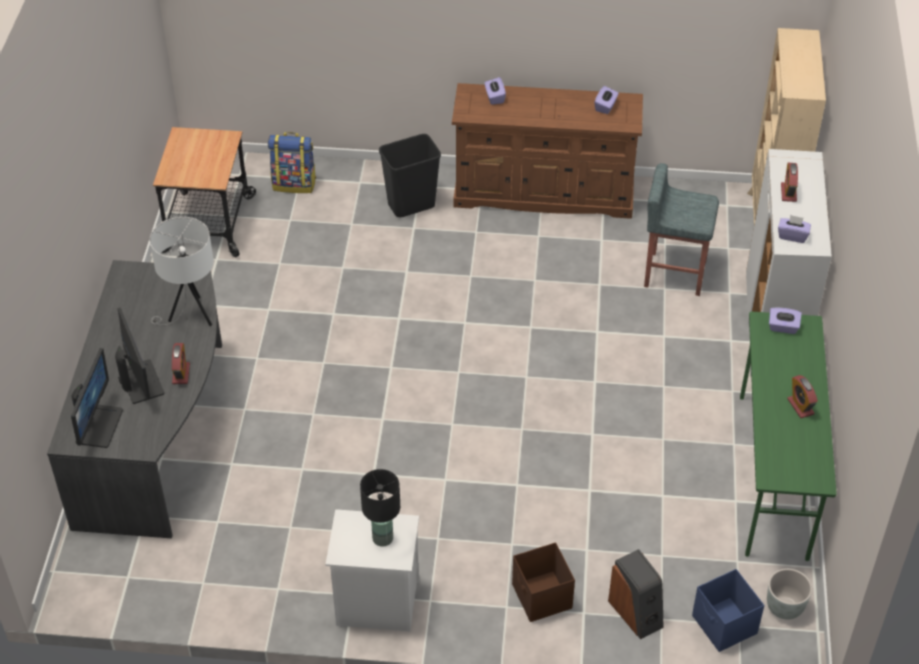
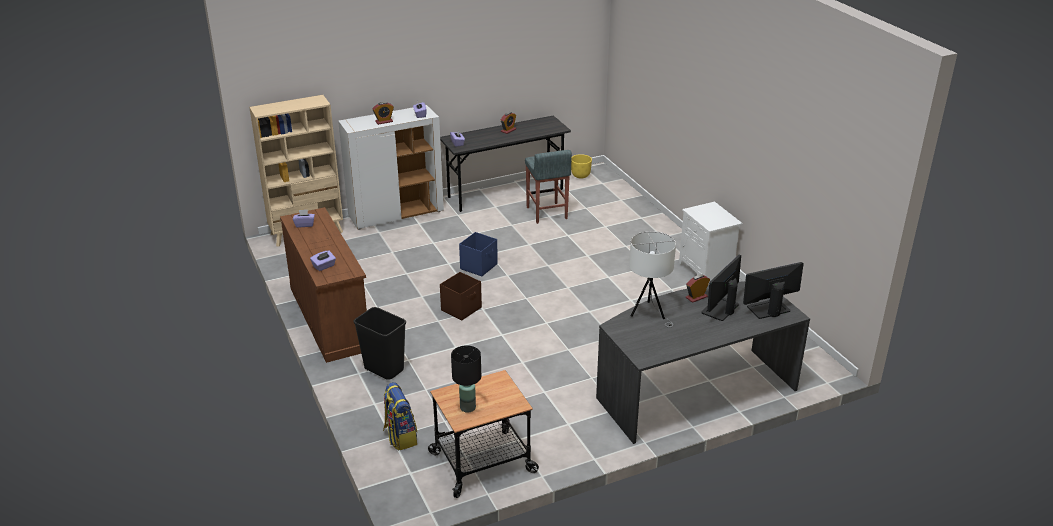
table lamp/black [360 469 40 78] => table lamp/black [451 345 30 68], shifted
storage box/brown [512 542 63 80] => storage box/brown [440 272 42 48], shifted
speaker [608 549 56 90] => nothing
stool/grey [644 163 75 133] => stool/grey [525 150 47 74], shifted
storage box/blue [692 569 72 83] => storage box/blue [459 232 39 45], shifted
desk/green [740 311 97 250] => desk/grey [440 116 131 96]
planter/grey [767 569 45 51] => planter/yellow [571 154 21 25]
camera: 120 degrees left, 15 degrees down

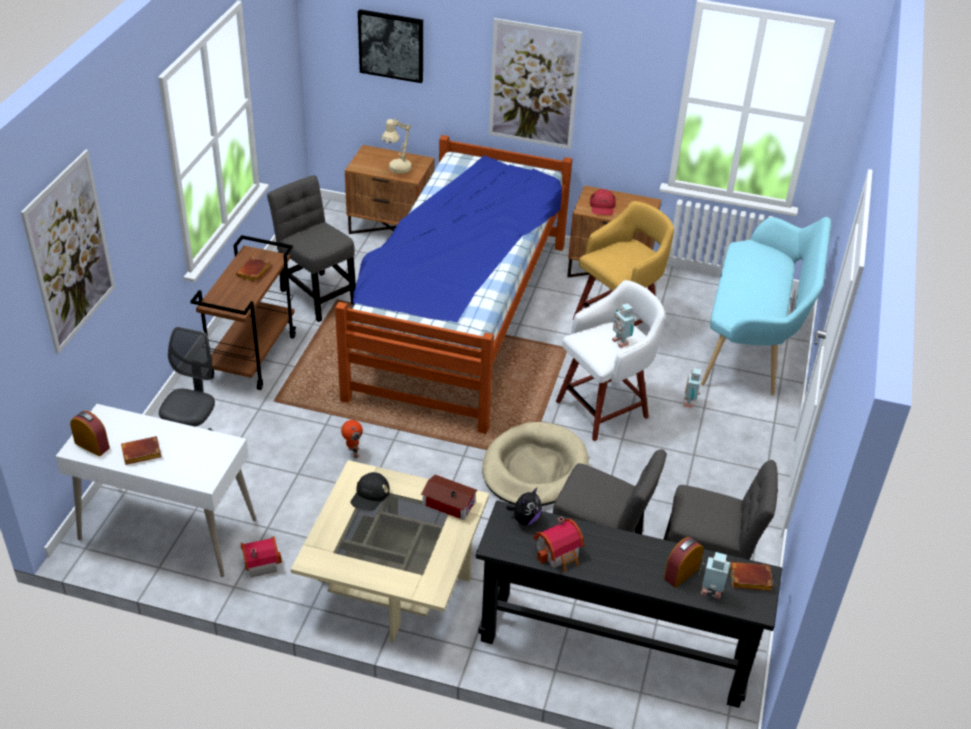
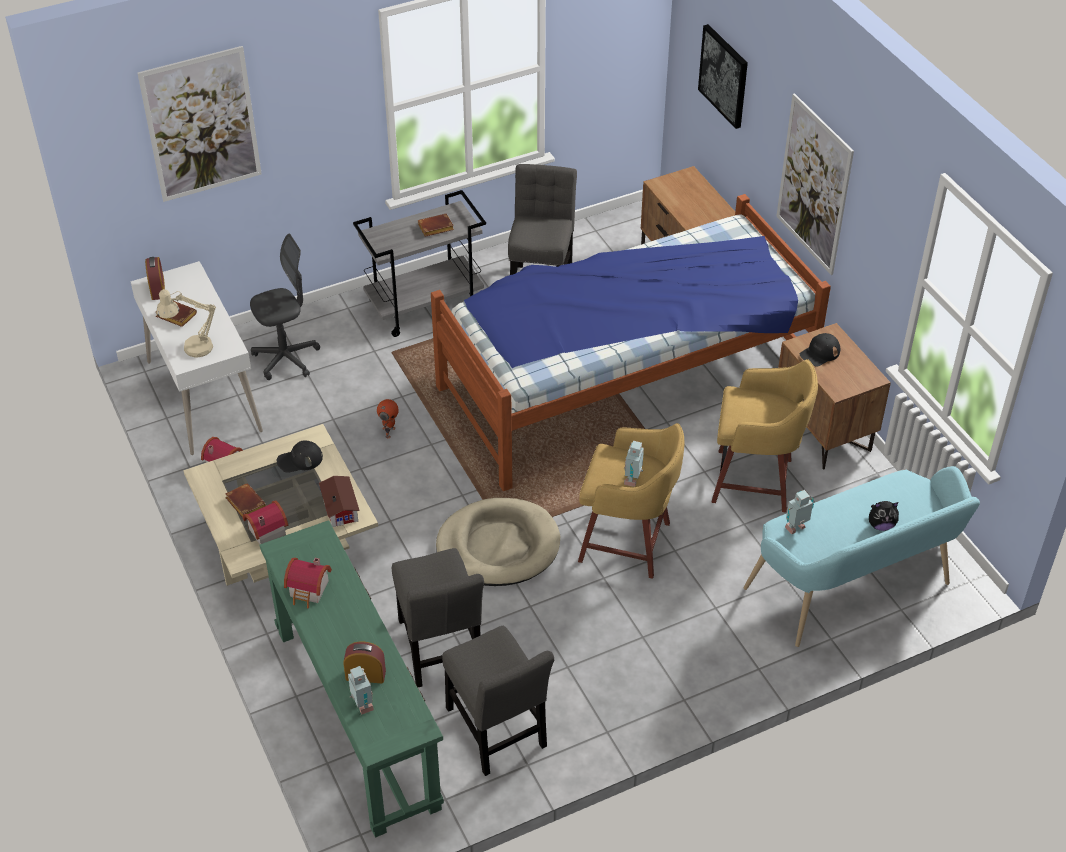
cart/brown [190 235 106 155] => cart/grey [353 190 133 147]
table lamp/beige [382 118 30 56] => table lamp/beige [156 289 60 69], shifted
console table/black [476 500 306 208] => console table/green [260 520 184 318]
plush toy [506 488 36 37] => plush toy [869 501 30 30], shifted
stool/white [556 280 109 161] => stool/yellow [578 423 106 156]
cap/red [590 189 26 26] => cap/black [800 333 40 33]
toy robot [683 368 18 40] => toy robot [785 490 29 44], shifted
book/brown [730 562 43 29] => book/brown [225 483 41 35], shifted
nothing => toy house [243 500 46 44]
camera: 50 degrees right, 5 degrees up

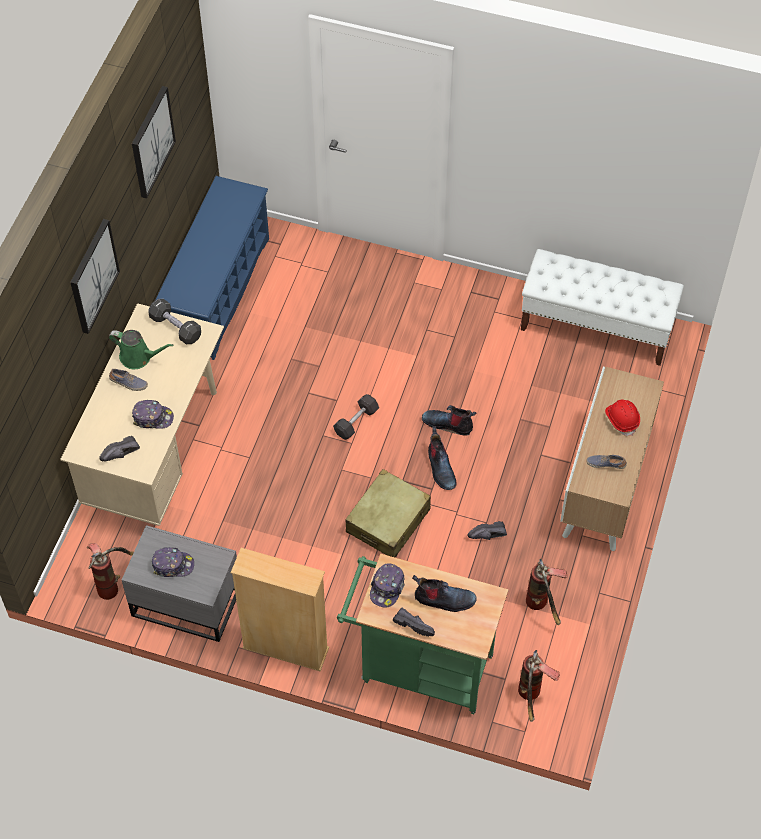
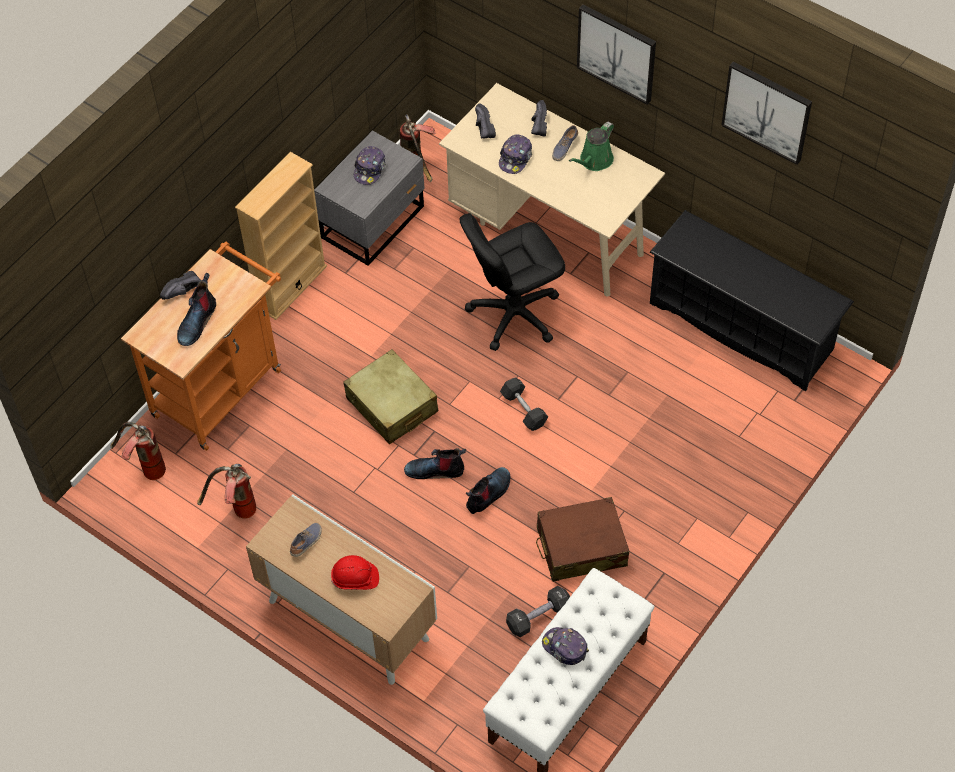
dumbbell/black [148 299 53 45] => dumbbell/black [506 586 64 51], shifted
shoe rack/blue [155 176 114 184] => shoe rack/black [649 210 205 181]
cart/green [337 554 171 160] => cart/orange [121 242 160 209]
cap [370 563 35 45] => cap [542 627 47 38], shifted
shoe/black [467 521 40 19] => shoe/black [531 100 16 36], shifted
nothing => office chair/black [459 213 106 138]
nothing => suitcase/brown [536 497 93 85]
camera: 110 degrees right, 0 degrees up

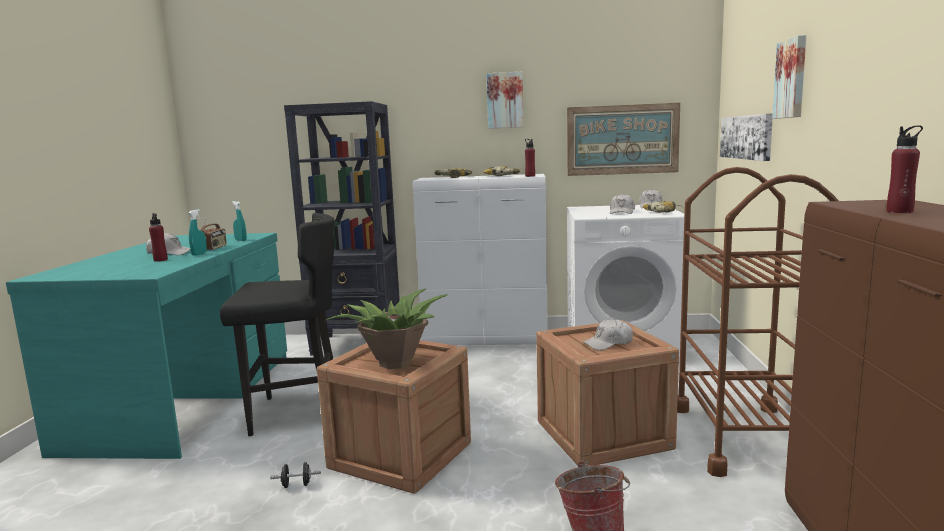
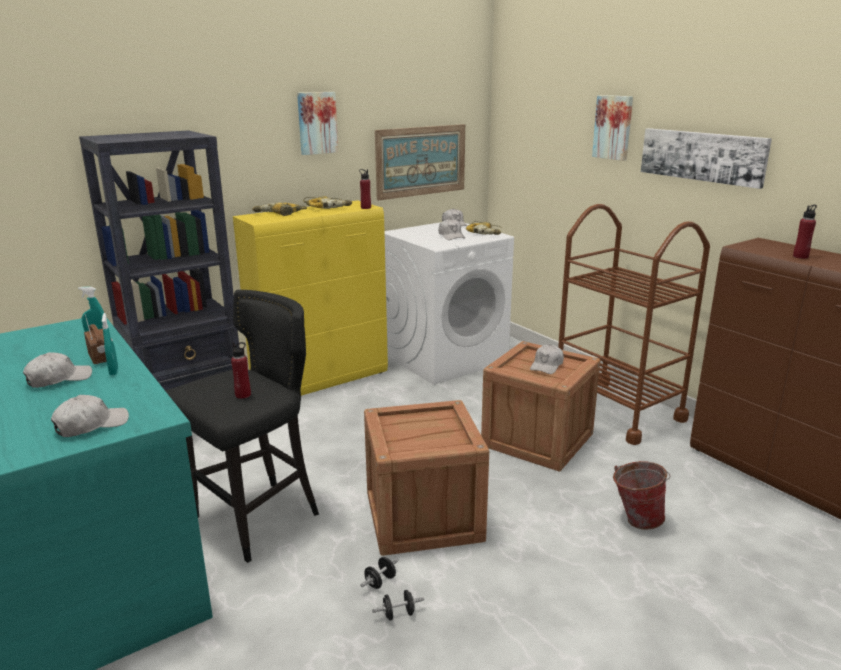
bottle/red [149 213 19 49] => bottle/red [231 342 20 57], shifted
potted plant [324 288 124 81] => nothing
cabinet/white [413 174 135 171] => cabinet/yellow [233 200 155 196]
picture [720 113 53 48] => picture [641 128 131 61], shifted
nothing => cap/white [51 395 78 42]
nothing => dumbbell/black [372 590 52 31]
camera: 40 degrees left, 10 degrees up

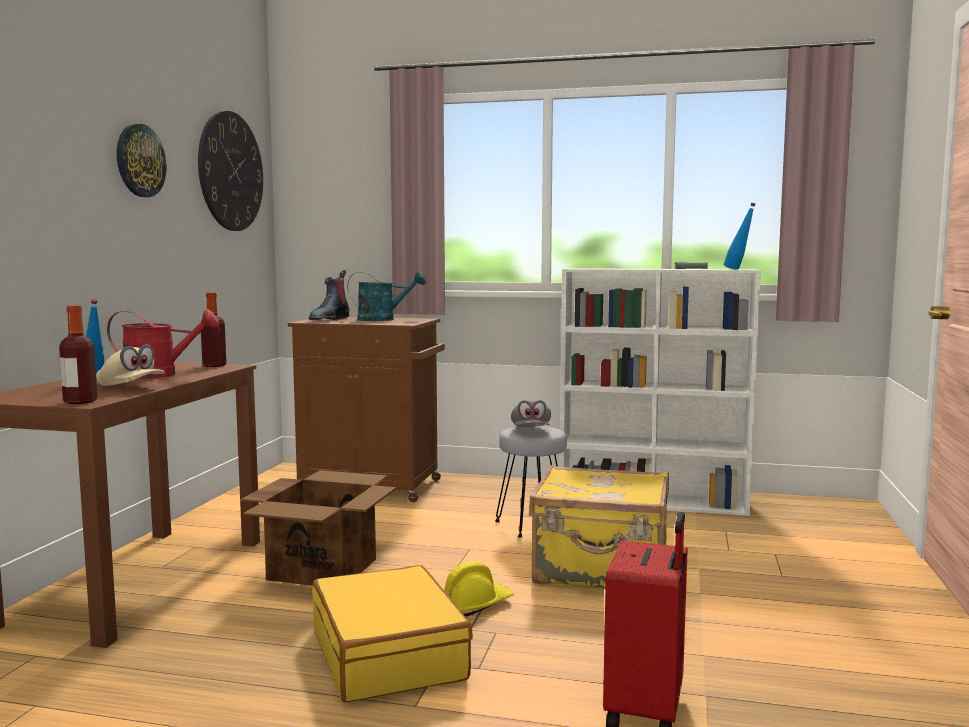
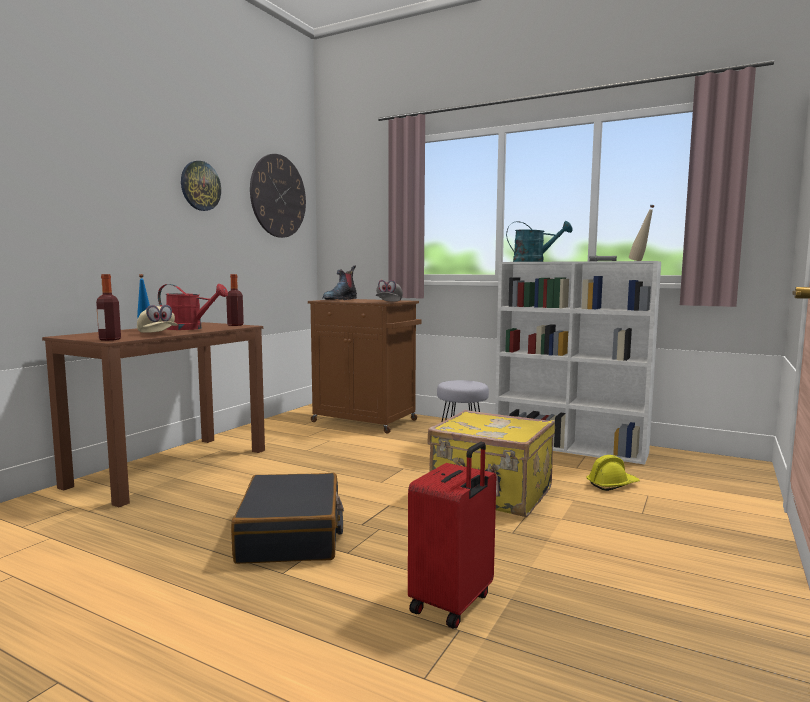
cardboard box [241 470 155 116] => nothing
suitcase/yellow [312 565 161 137] => suitcase/black [231 473 113 91]
watering can/turquoise [348 271 78 50] => watering can/turquoise [506 221 66 41], shifted
hard hat/yellow [444 561 70 56] => hard hat/yellow [586 455 54 36], shifted
cap/grey [511 400 40 27] => cap/grey [376 280 27 22], shifted
bottle/blue [723 203 33 67] => bottle/beige [629 205 26 56]
camera: 15 degrees right, 0 degrees up

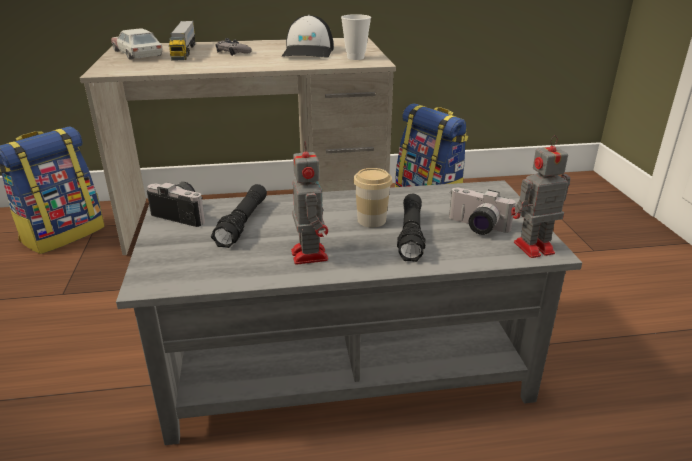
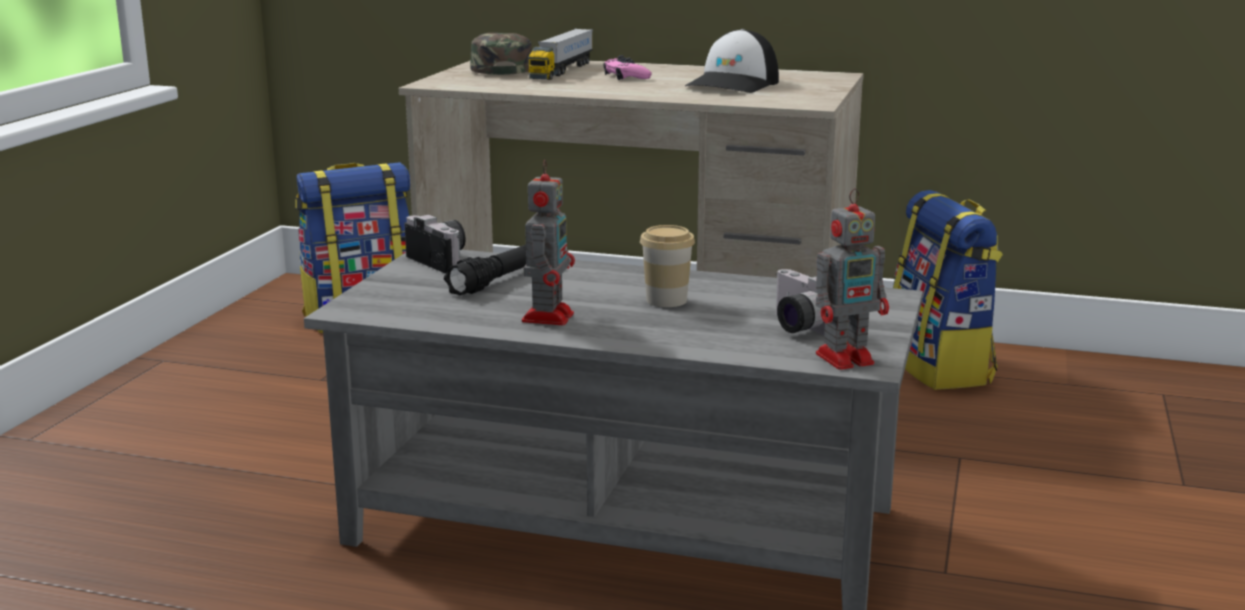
toy car [111 28 52 32] => cap/green [470 33 62 42]
game controller/grey [215 38 37 18] => game controller/pink [603 55 49 25]
cup [341 14 30 46] => nothing
flashlight/black [397 194 28 68] => nothing
toy robot [511 135 59 123] => toy robot [816 188 73 182], 150 degrees clockwise
camera: 25 degrees right, 10 degrees down

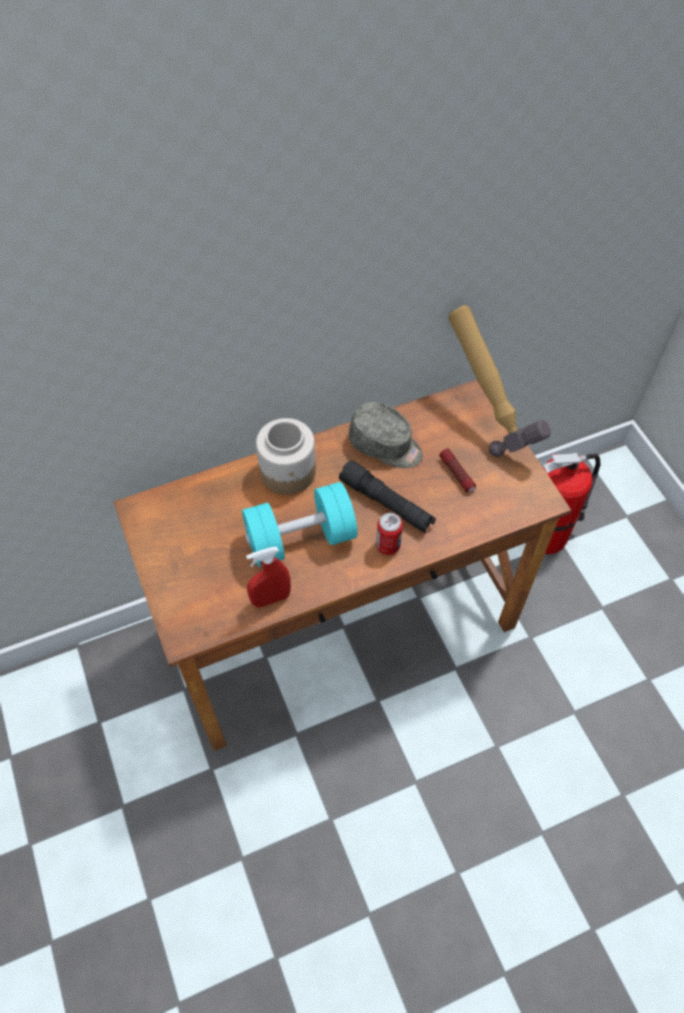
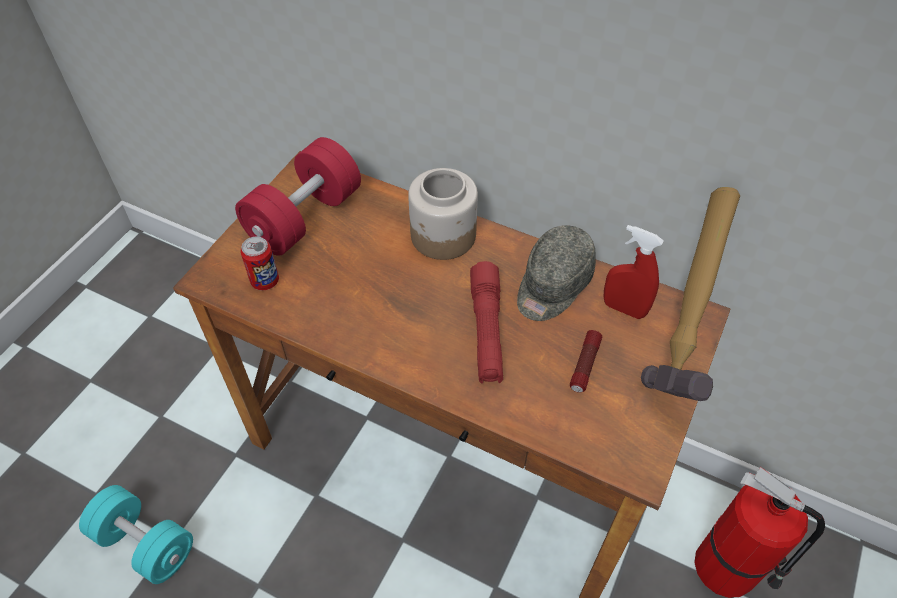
dumbbell/turquoise [242 482 116 85] => dumbbell/turquoise [79 485 114 99], shifted
spray bottle/red [246 547 45 61] => spray bottle/red [604 225 60 94], shifted
flashlight/black [339 460 97 73] => flashlight/red [470 261 33 122]
cap/grey [349 402 74 66] => cap/grey [517 225 79 96], 45 degrees clockwise
can [376 513 27 42] => can [240 237 39 53], shifted
nothing => dumbbell/red [235 137 126 119]
camera: 50 degrees right, 5 degrees down

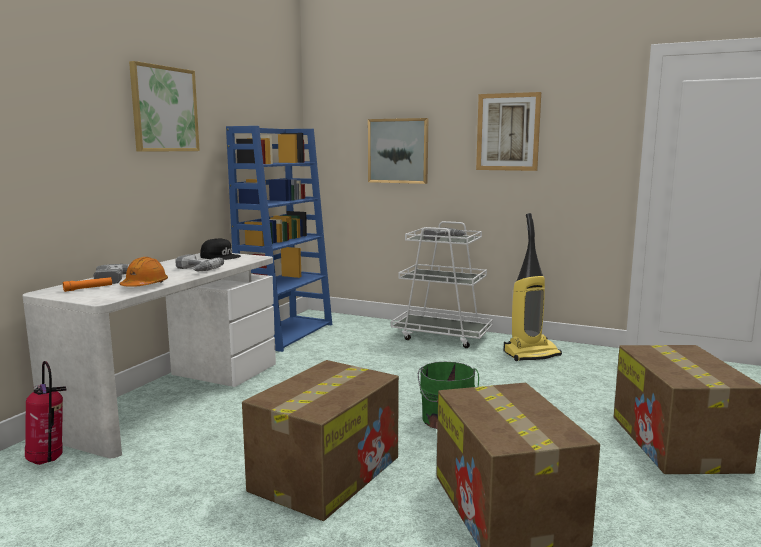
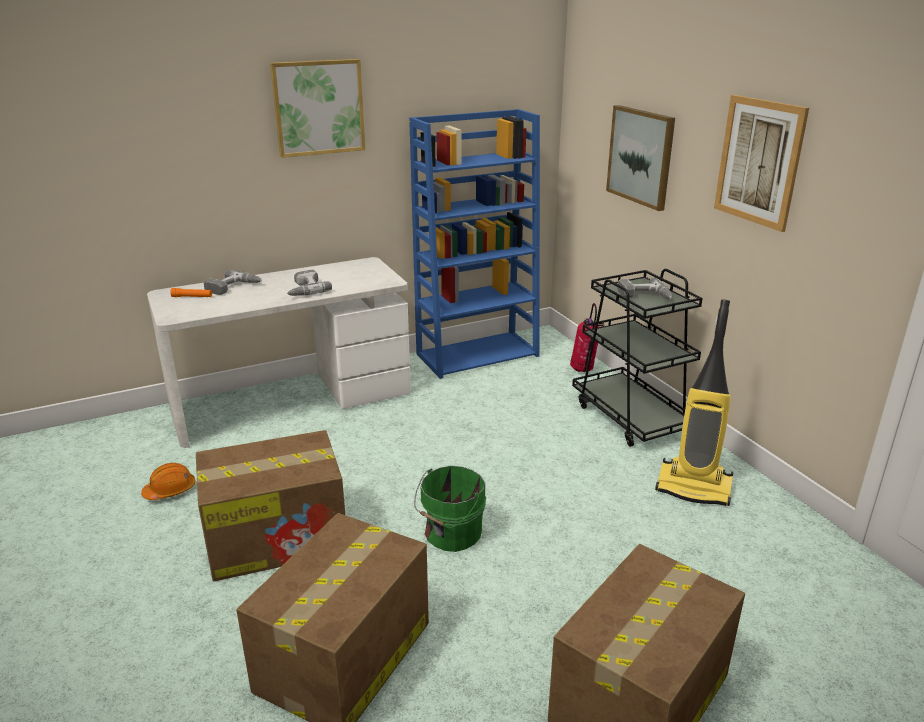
fire extinguisher [25 361 41 104] => fire extinguisher [570 303 34 69], shifted
hard hat/orange [120 257 48 30] => hard hat/orange [141 463 55 37], shifted
cap/black [200 238 41 22] => nothing
cart/white [391 221 102 127] => cart/black [572 269 131 178]
camera: 40 degrees right, 15 degrees up

